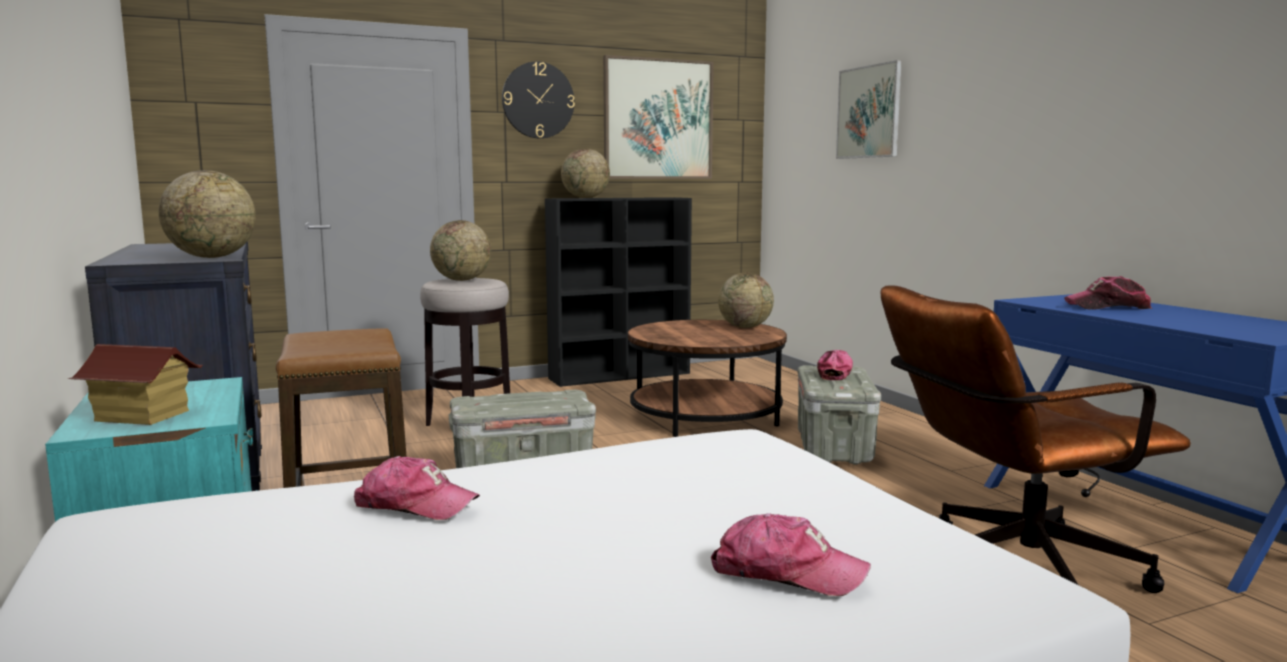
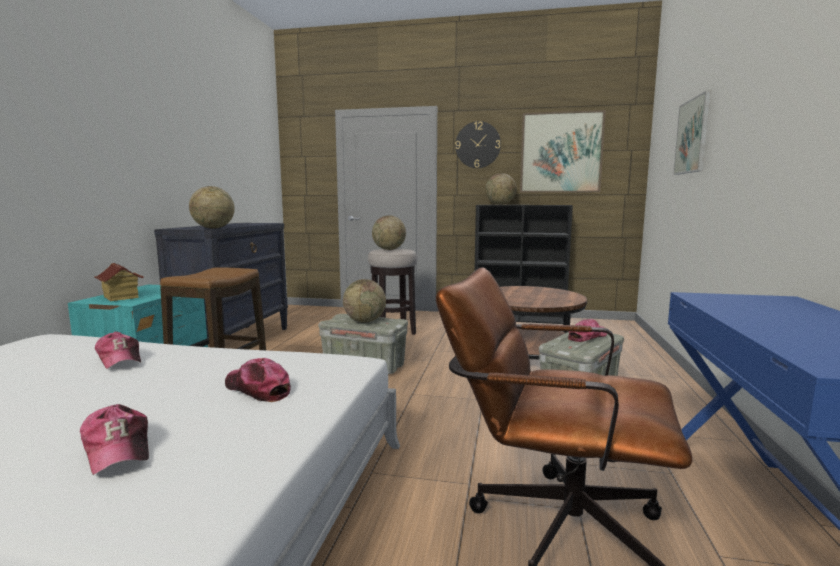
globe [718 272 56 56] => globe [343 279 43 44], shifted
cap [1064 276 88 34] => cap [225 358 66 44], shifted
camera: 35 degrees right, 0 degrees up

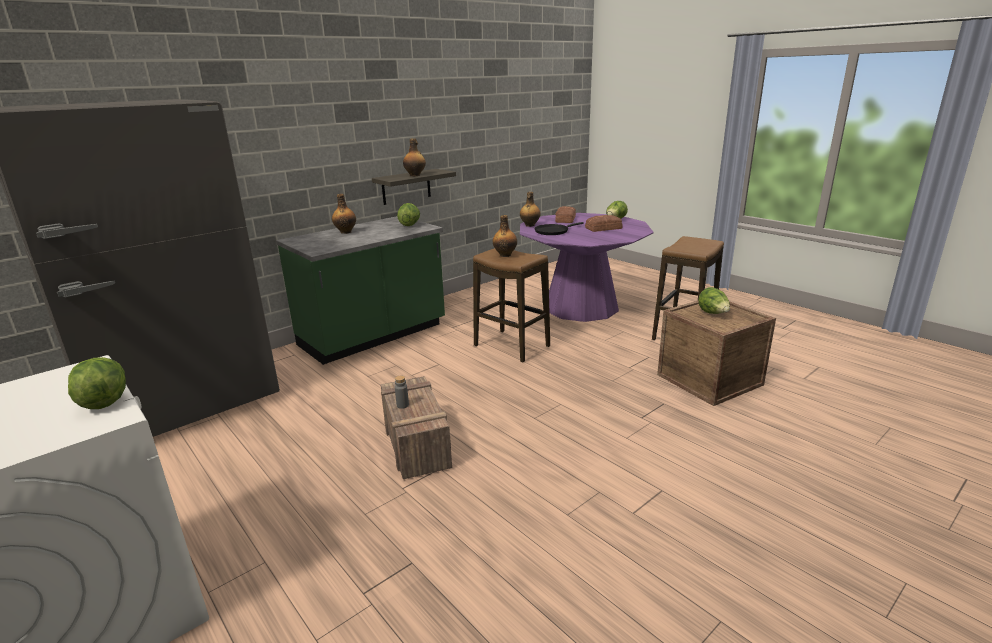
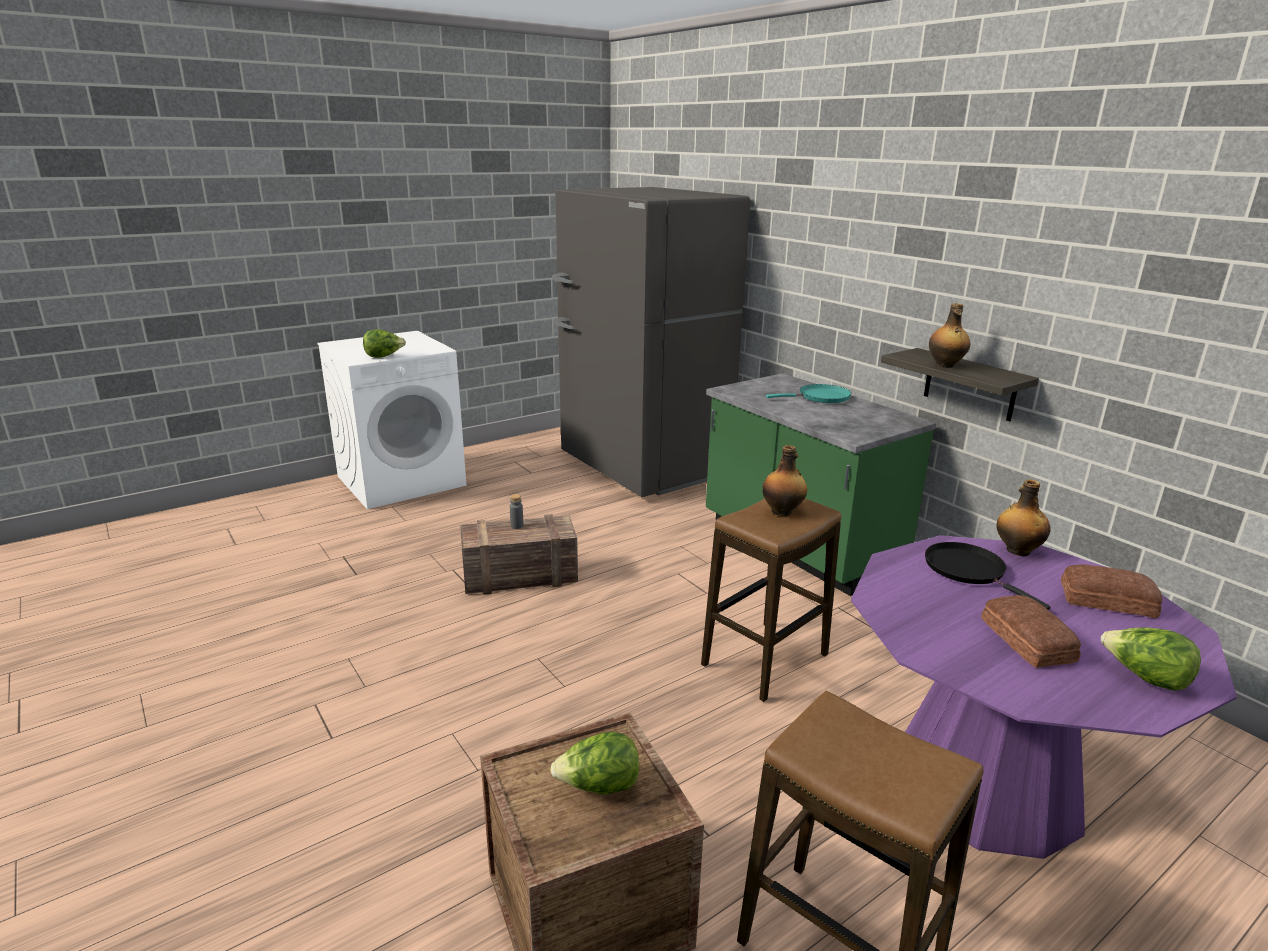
bottle [332 194 24 40] => frying pan/turquoise [766 384 85 19]
lettuce [397 203 23 23] => nothing
camera: 95 degrees right, 0 degrees up

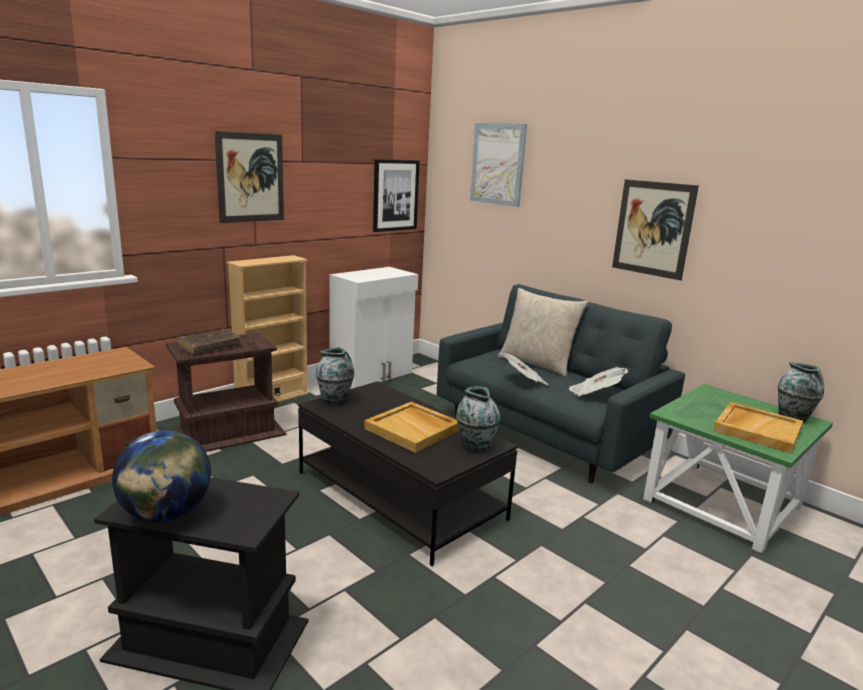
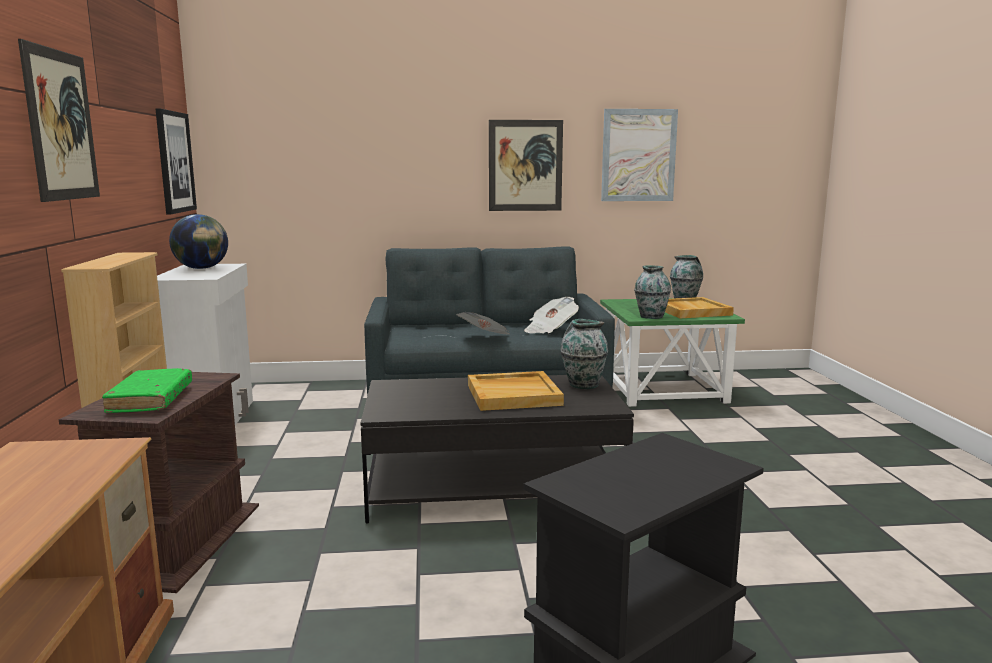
globe [112 430 99 92] => globe [169 214 59 55], shifted
book/brown [178 329 62 25] => book/green [102 368 90 45]
vase [316 347 38 58] => vase [634 265 37 54], shifted
picture [470 123 57 84] => picture [601 109 77 92], shifted
pillow/beige [498 288 89 89] => nothing
camera: 50 degrees left, 5 degrees down

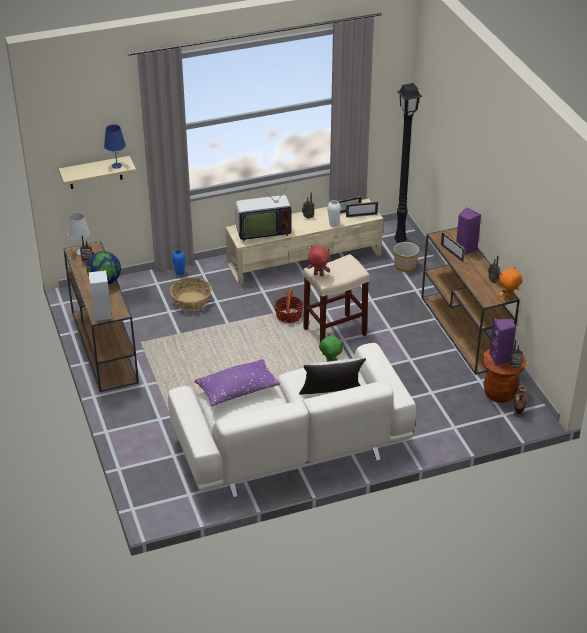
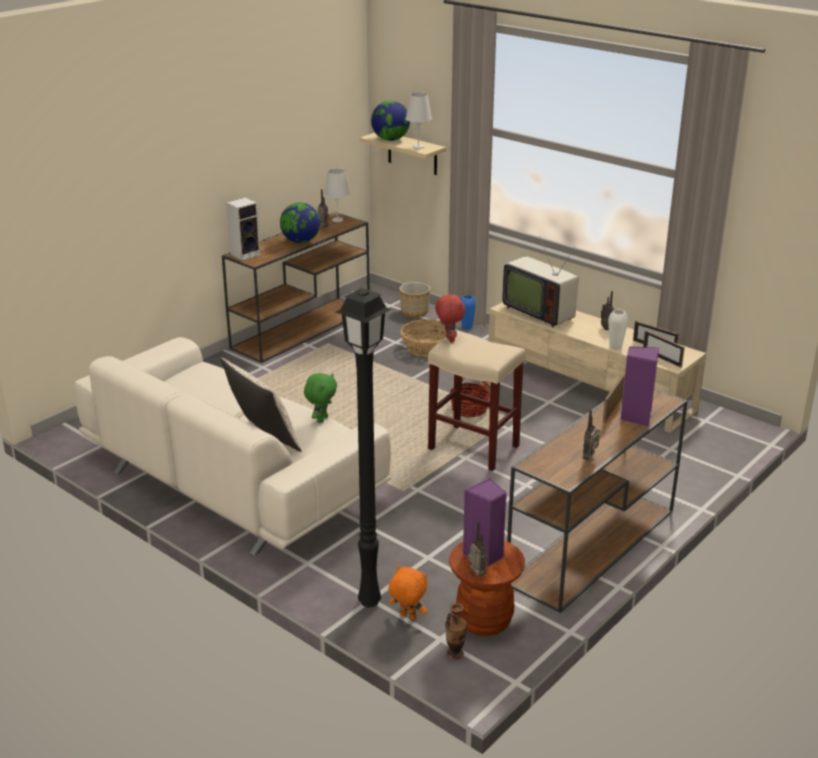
table lamp/blue [104 125 22 44] => table lamp/white [406 92 26 57]
pillow/purple [195 359 85 47] => nothing
floor lamp/black [394 83 28 160] => floor lamp/black [336 288 55 319], shifted
planter [394 242 25 30] => planter [399 282 31 35], shifted
plush toy/orange [499 267 24 33] => plush toy/orange [389 565 38 55], shifted
nothing => globe [371 101 39 40]
camera: 60 degrees right, 10 degrees down

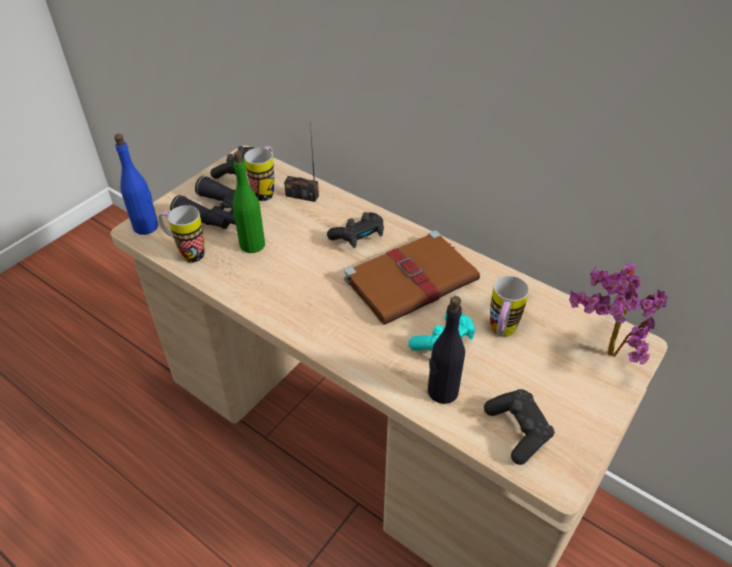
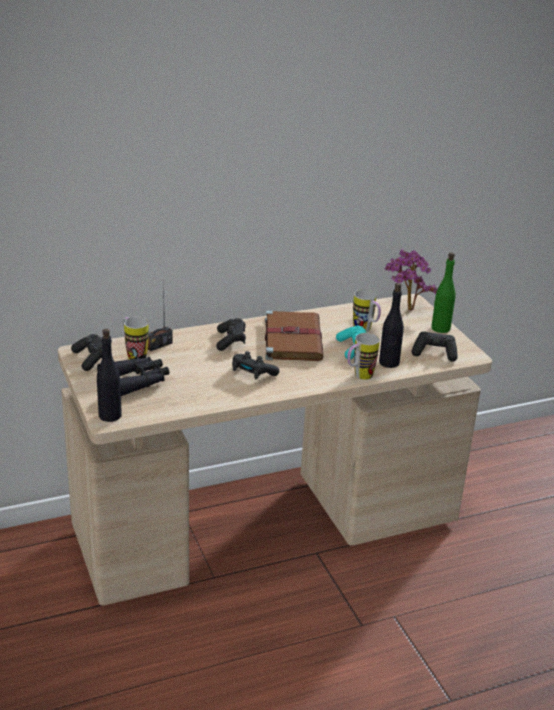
bottle/blue [114 134 44 101] => bottle/black [97 329 25 93]
mug [158 205 47 58] => mug [347 333 33 47], shifted
bottle/green [233 151 32 102] => bottle/green [431 252 25 81], shifted
nothing => game controller/black [232 351 47 29]
camera: 60 degrees left, 15 degrees down

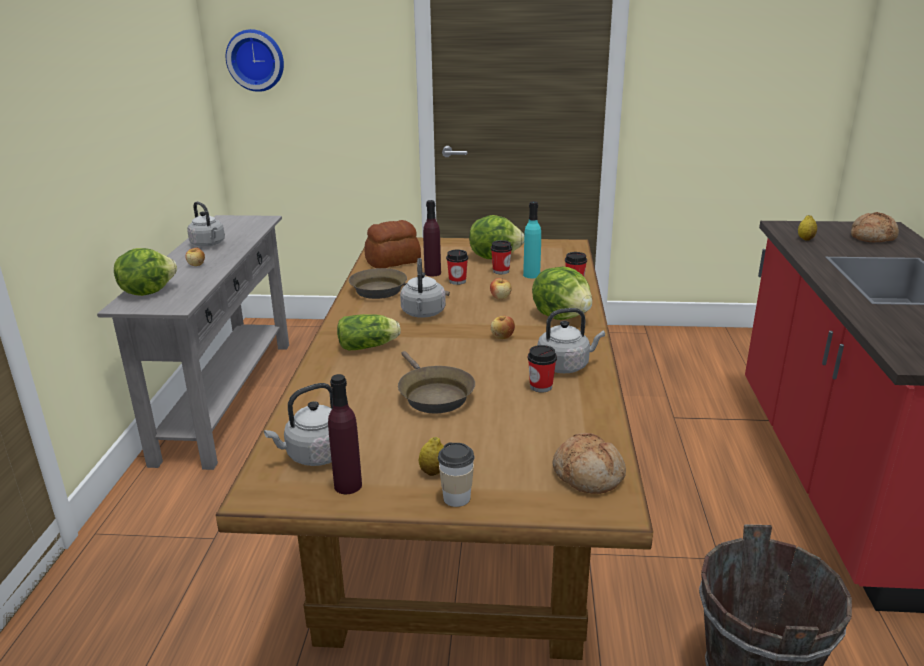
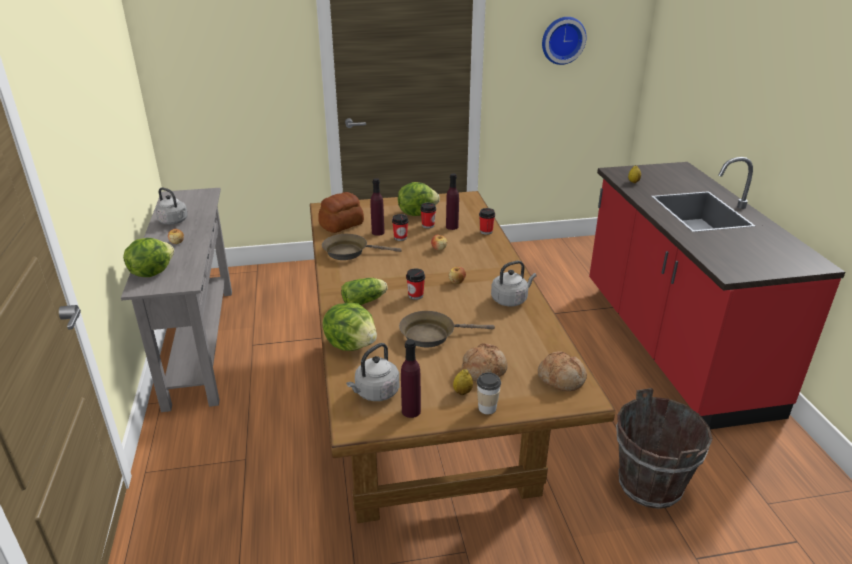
wall clock [226 29 58 63] => wall clock [542 17 44 48], shifted
frying pan/brown [398 351 77 62] => frying pan/brown [399 311 96 36], 120 degrees clockwise
kettle/grey [400 258 46 60] => nothing
bottle/turquoise [523 201 18 77] => bottle/purple [446 173 13 57]
cup [528 345 29 48] => cup [406 269 19 31], shifted
lettuce [532 267 60 53] => lettuce [322 303 55 48], shifted
bread [851 212 48 30] => bread [462 343 46 39], shifted
camera: 15 degrees left, 5 degrees up

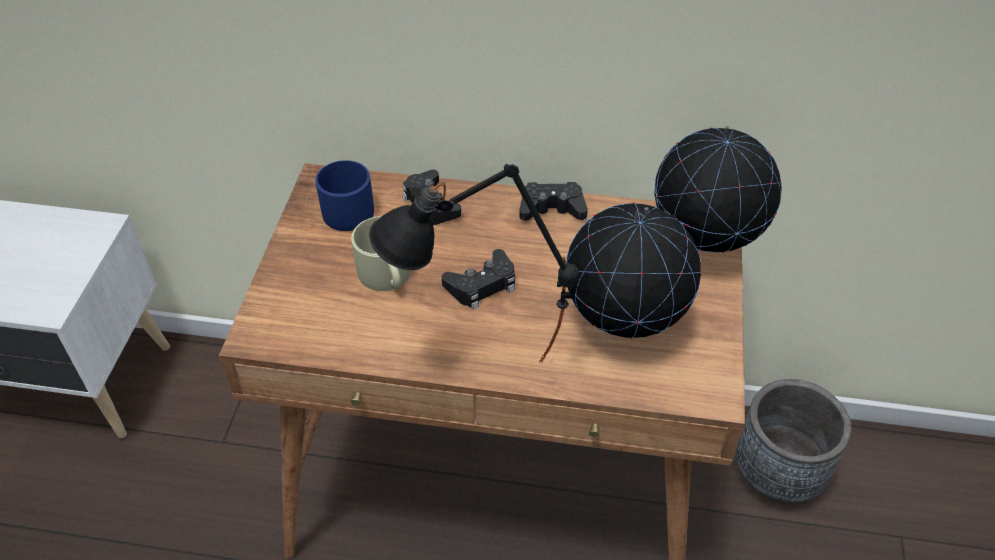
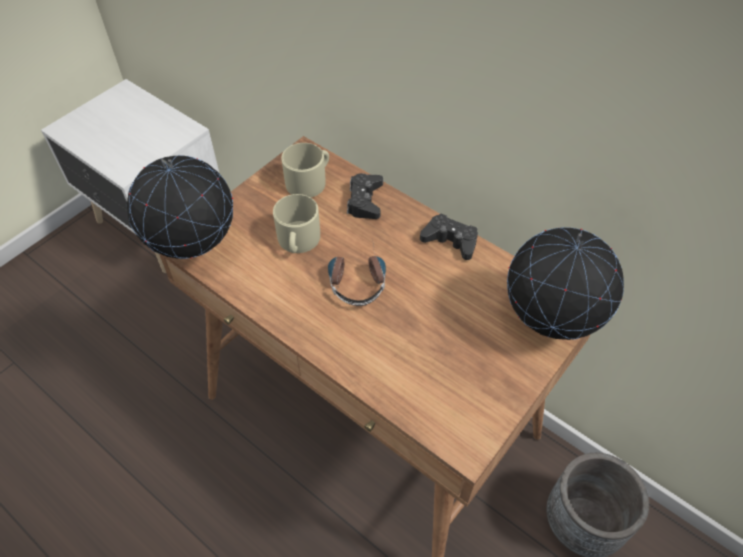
mug/blue [315 160 59 71] => mug/beige [281 143 48 54]
table lamp/black [369 164 210 198] => nothing
game controller/black [442 249 73 61] => headphones [328 245 58 61]
globe [566 202 135 137] => globe [127 155 106 104], shifted
camera: 30 degrees right, 5 degrees up

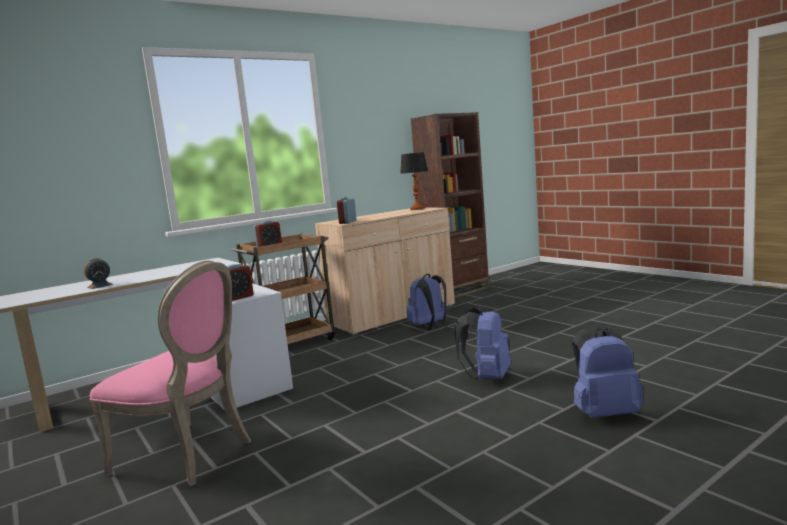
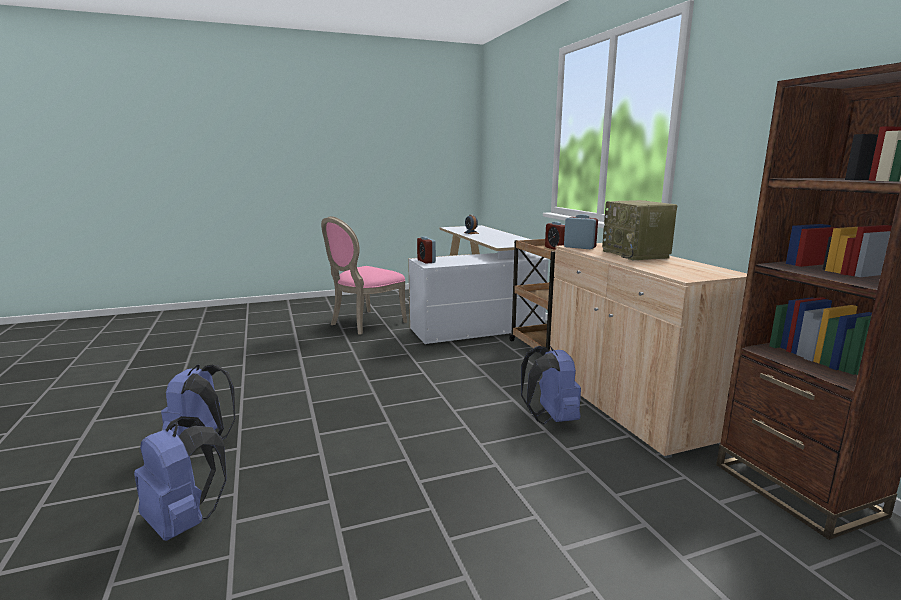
table lamp [400 152 28 58] => nothing
backpack/blue [454 306 57 74] => backpack/blue [134 416 93 125], shifted
nothing => radio [602 200 75 60]
camera: 105 degrees right, 5 degrees up

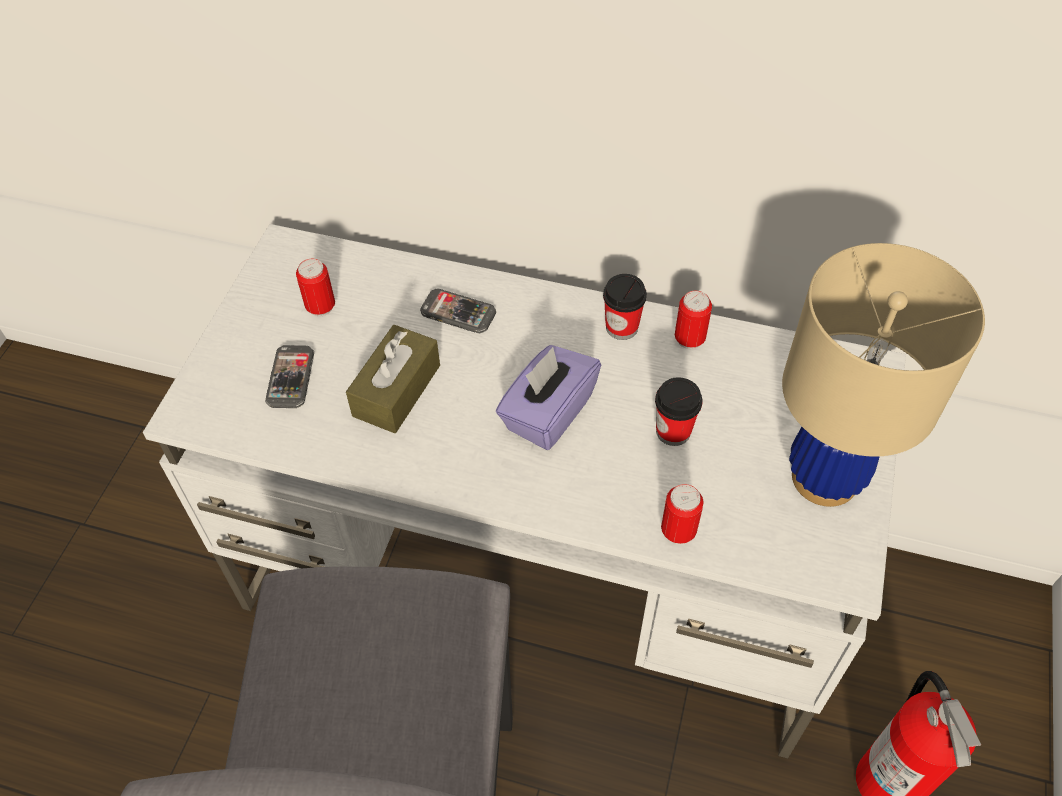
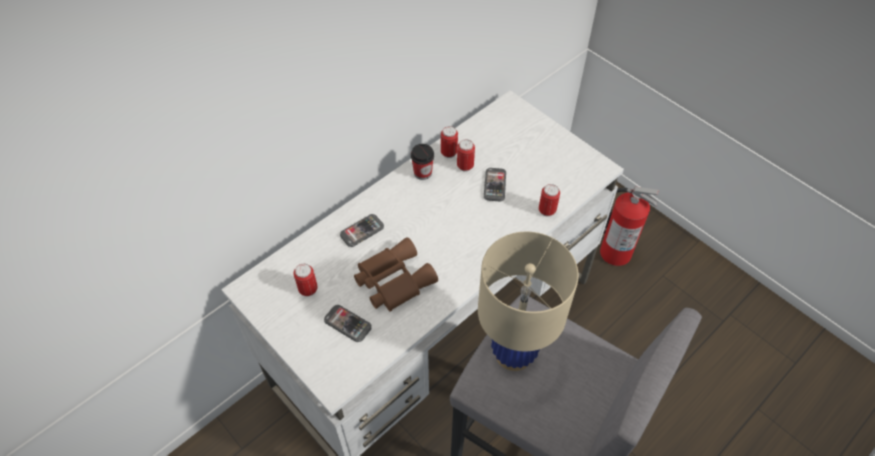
tissue box/brown [346 325 94 108] => binoculars/brown [354 237 84 75]
tissue box/purple [496 345 105 105] => nothing
cup [655 377 48 69] => phone [484 168 22 34]
table lamp/beige [782 243 203 264] => table lamp/beige [478 232 101 139], shifted
nothing => can [457 139 18 33]
camera: 60 degrees left, 0 degrees up

